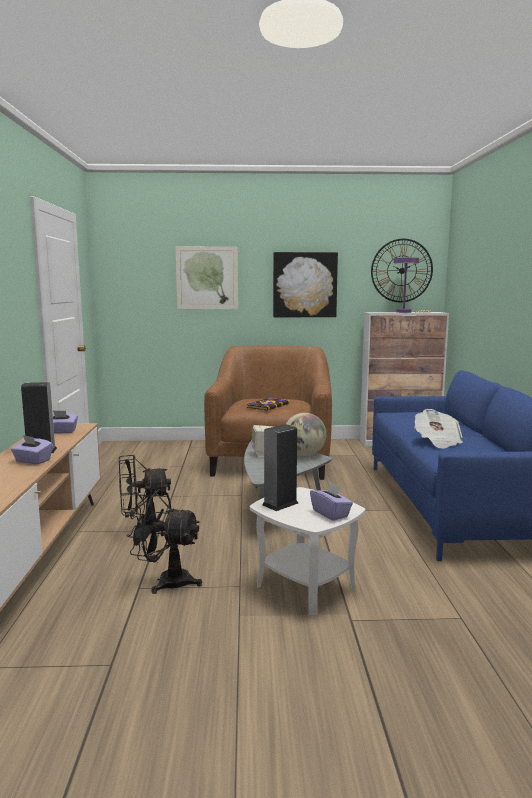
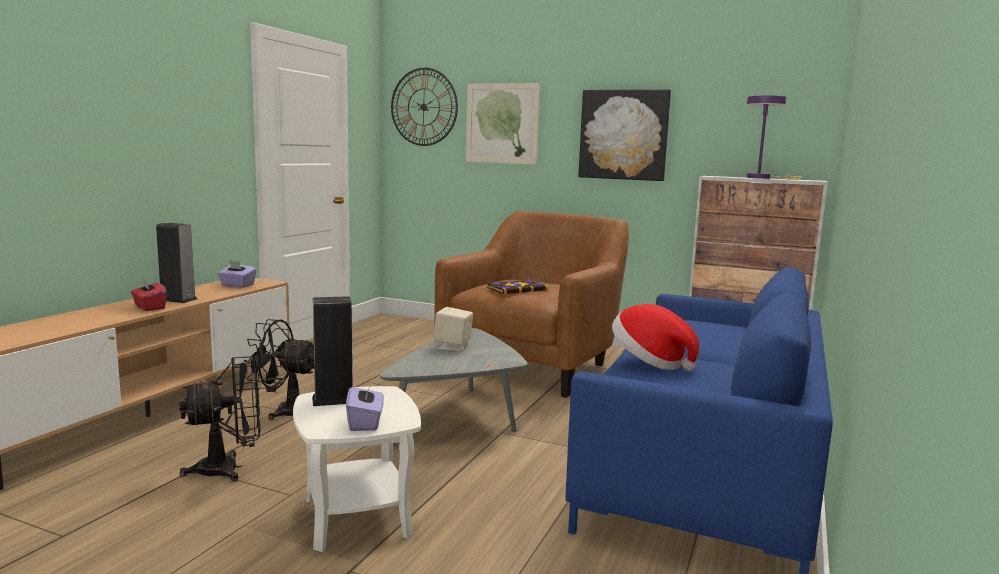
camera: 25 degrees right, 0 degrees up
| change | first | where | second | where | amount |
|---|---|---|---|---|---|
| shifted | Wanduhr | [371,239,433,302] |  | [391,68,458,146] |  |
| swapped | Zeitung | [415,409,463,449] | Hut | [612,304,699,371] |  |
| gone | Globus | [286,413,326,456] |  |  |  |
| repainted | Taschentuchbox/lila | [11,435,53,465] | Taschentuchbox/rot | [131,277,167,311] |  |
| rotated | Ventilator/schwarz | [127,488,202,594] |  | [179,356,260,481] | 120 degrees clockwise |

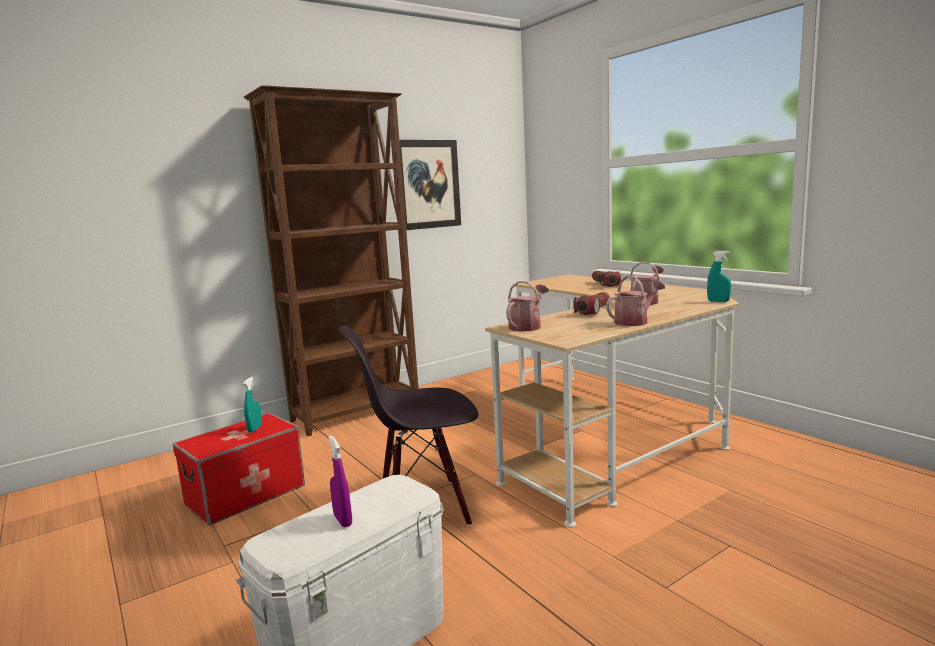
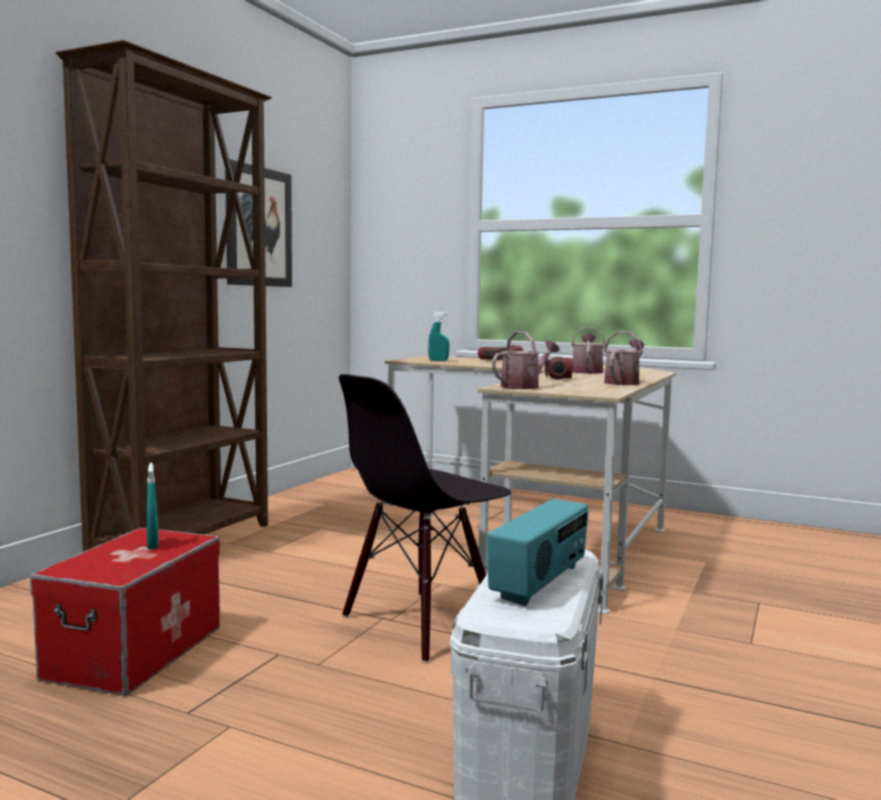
camera: 30 degrees left, 5 degrees down
| change | first | where | second | where | amount |
|---|---|---|---|---|---|
| shifted | Sprühflasche/türkis | [707,251,731,302] |  | [428,312,449,361] |  |
| rotated | Gießkanne | [506,281,548,332] |  | [492,331,560,389] | 45 degrees clockwise |
| swapped | Sprühflasche/lila | [328,435,352,527] | Radio | [487,499,589,606] |  |

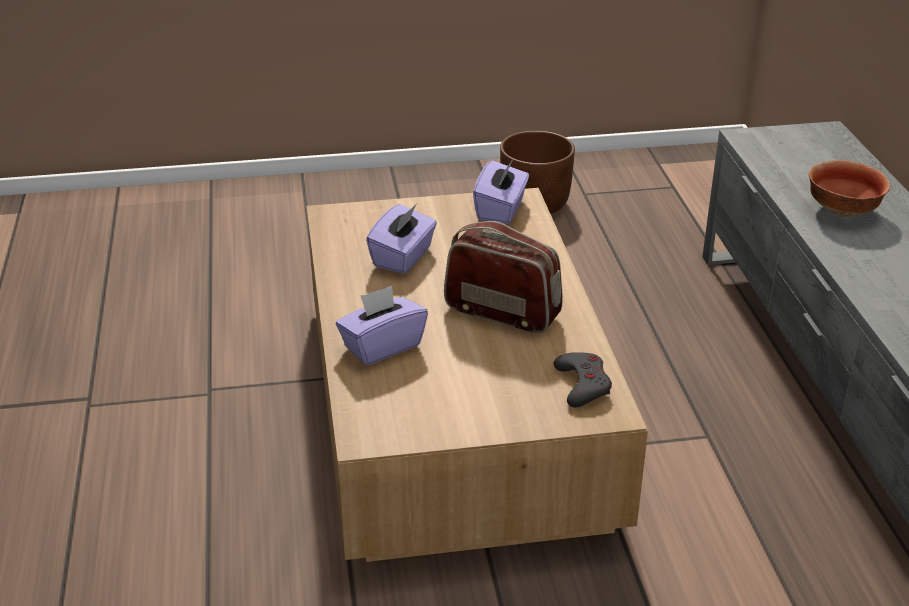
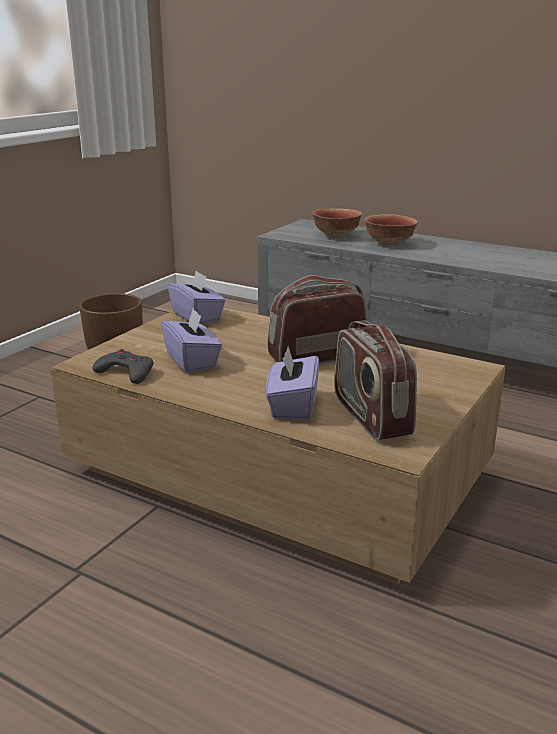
camera: 50 degrees left, 10 degrees down
| change | first | where | second | where | amount |
|---|---|---|---|---|---|
| shifted | Gamepad/grau | [554,352,612,408] |  | [93,349,154,384] |  |
| new |  |  | Schüssel | [312,208,362,238] |  |
| new |  |  | Radio | [334,320,417,440] |  |

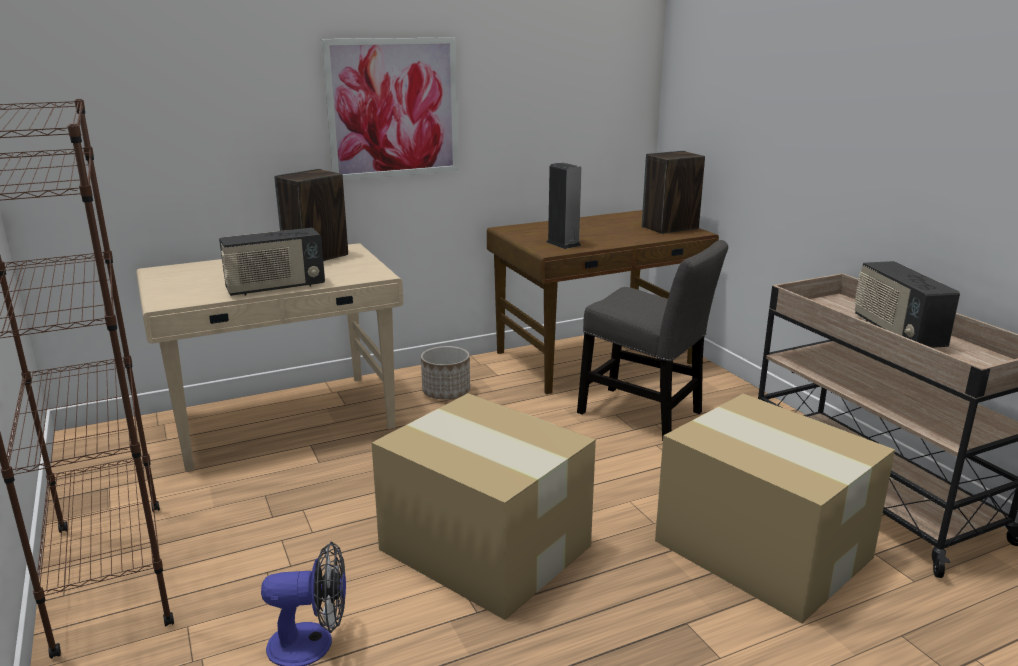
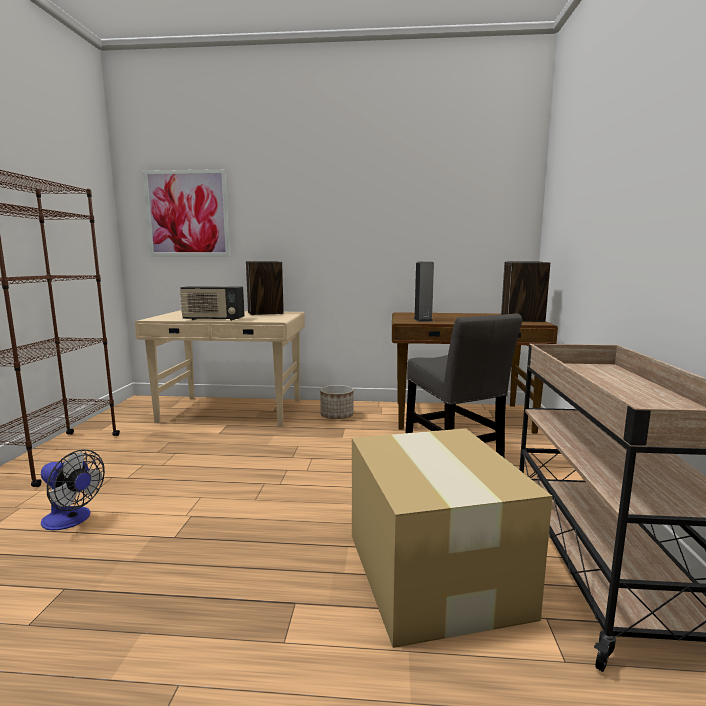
camera: 30 degrees right, 10 degrees down
| change | first | where | second | where | amount |
|---|---|---|---|---|---|
| shifted | Bild | [322,37,459,180] |  | [143,169,230,256] |  |
| gone | Radio | [854,261,960,348] |  |  |  |
| gone | Karton | [372,393,596,620] |  |  |  |

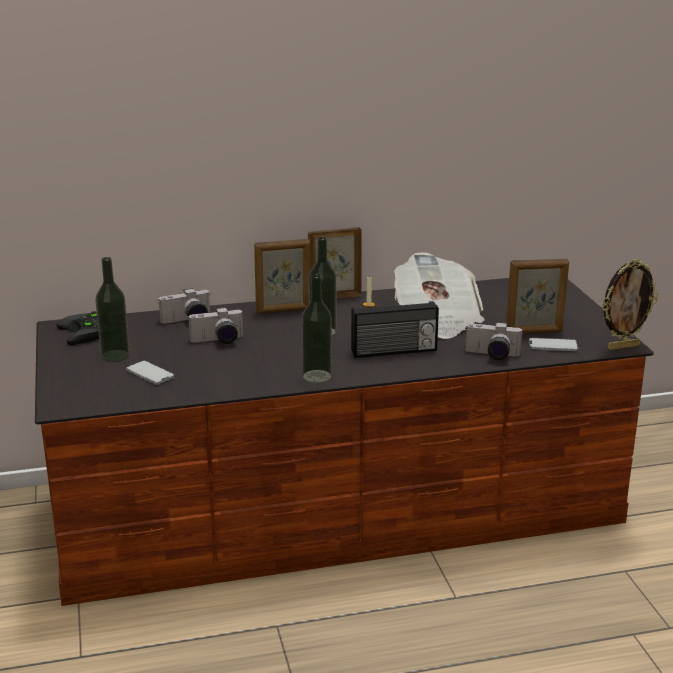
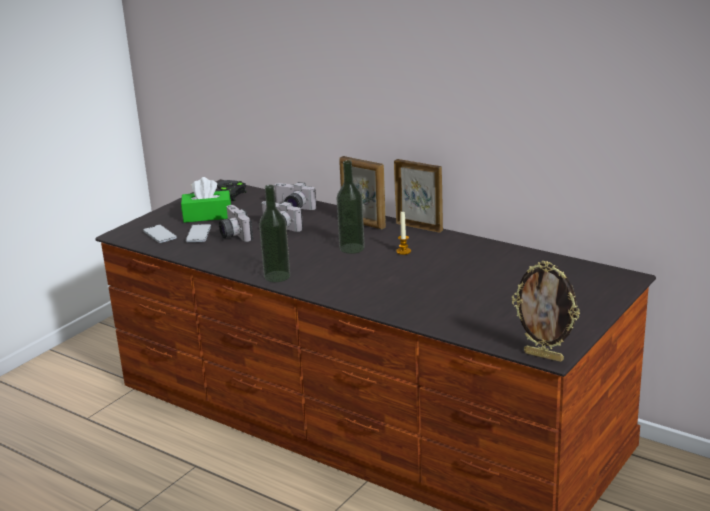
camera: 50 degrees right, 0 degrees up
| change | first | where | second | where | amount |
|---|---|---|---|---|---|
| gone | Zeitung | [394,252,484,339] |  |  |  |
| swapped | Flasche | [95,257,130,362] | Taschentuchbox/grün | [181,177,231,223] |  |
| gone | Bilderrahmen | [506,259,569,334] |  |  |  |
| gone | Radio | [351,301,439,358] |  |  |  |
| shifted | Kamera | [465,322,522,360] |  | [219,205,253,242] |  |
| shifted | Handy | [529,338,578,351] |  | [143,225,177,243] |  |

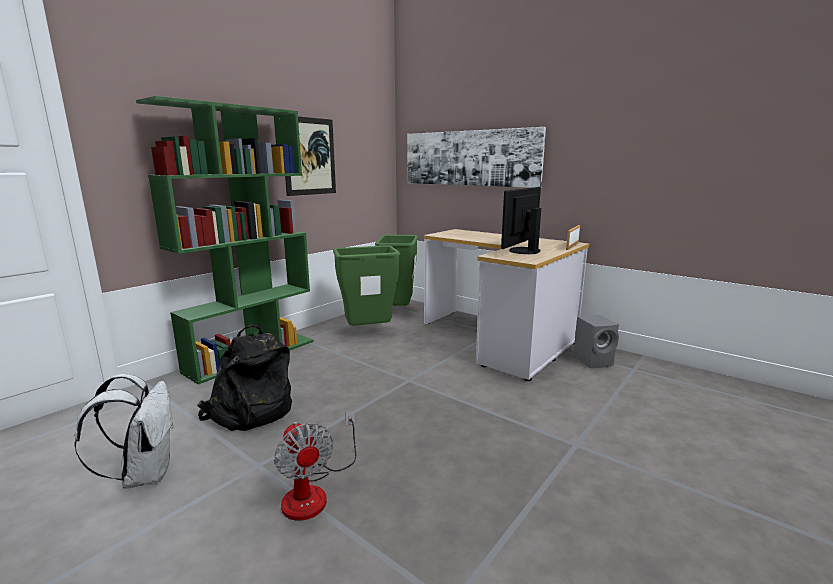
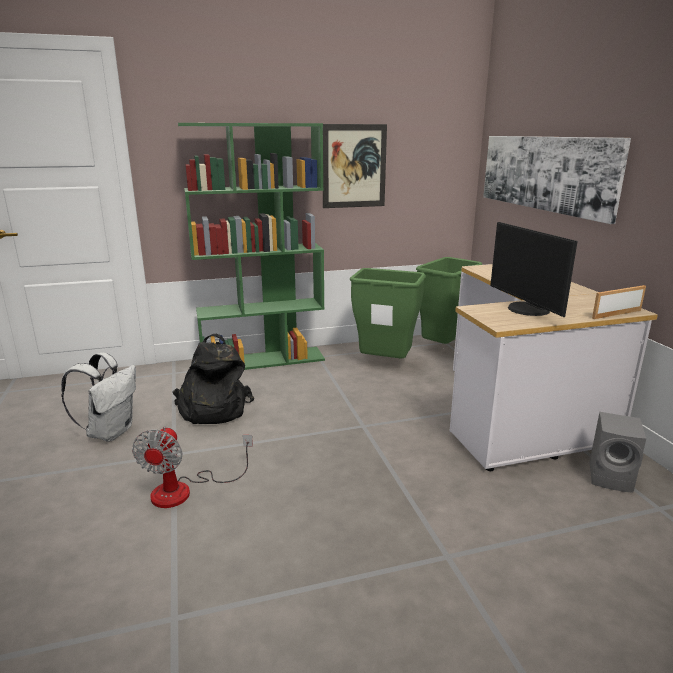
camera: 35 degrees right, 5 degrees up
| change | first | where | second | where | amount |
|---|---|---|---|---|---|
| rotated | Monitor | [501,187,541,254] |  | [490,222,577,317] | 90 degrees counterclockwise |

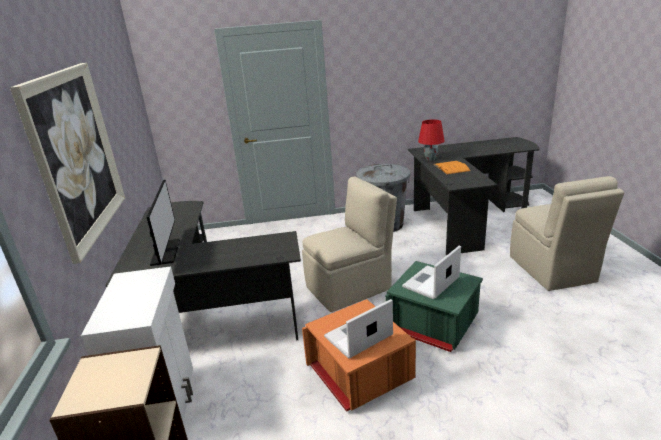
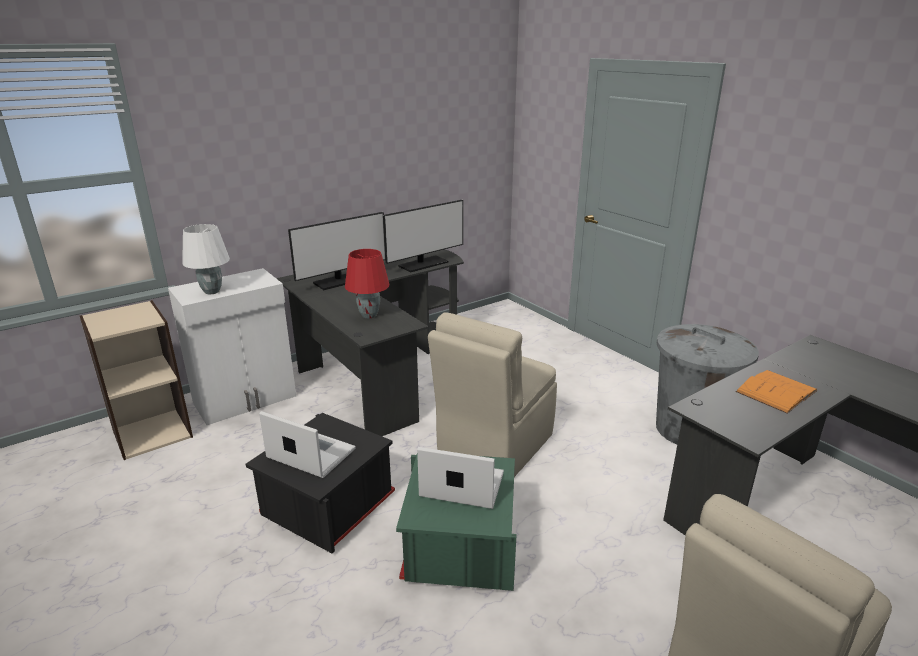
camera: 60 degrees right, 0 degrees up
| change | first | where | second | where | amount |
|---|---|---|---|---|---|
| gone | Bild | [10,63,125,264] |  |  |  |
| shifted | Tischlampe/rot | [418,119,445,161] |  | [345,249,390,318] |  |
| rotated | Stuhl/beige | [302,177,397,312] |  | [428,313,557,477] | 90 degrees clockwise |
| repainted | Aufbewahrungsbox/orange | [302,299,416,412] | Aufbewahrungsbox/schwarz | [246,413,395,553] |  |
| new |  |  | Monitor | [383,200,463,272] |  |
| new |  |  | Tischlampe/weiß | [182,224,230,294] |  |

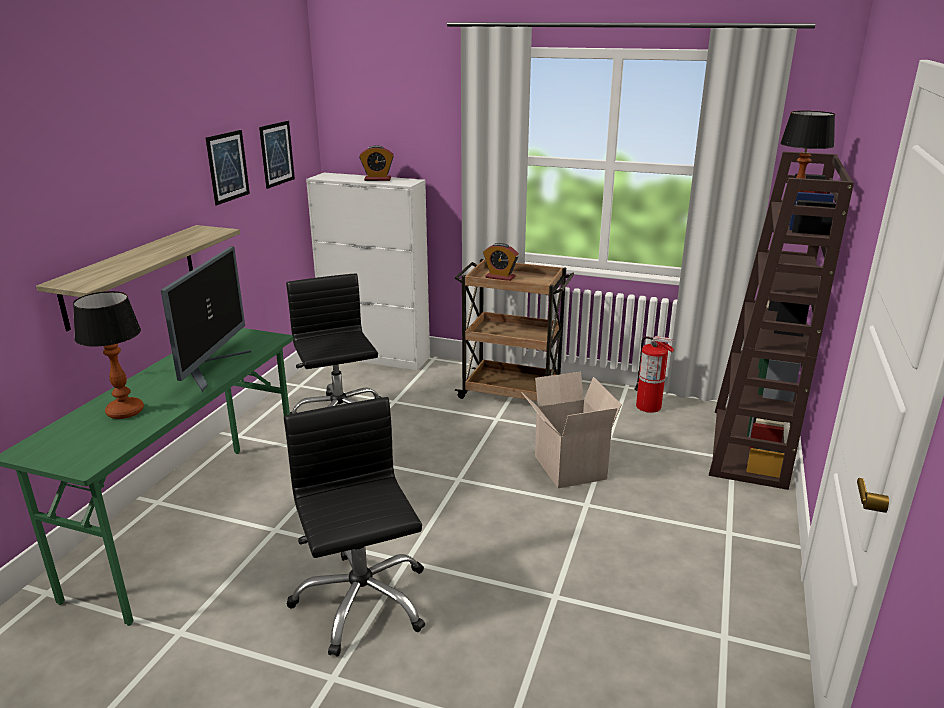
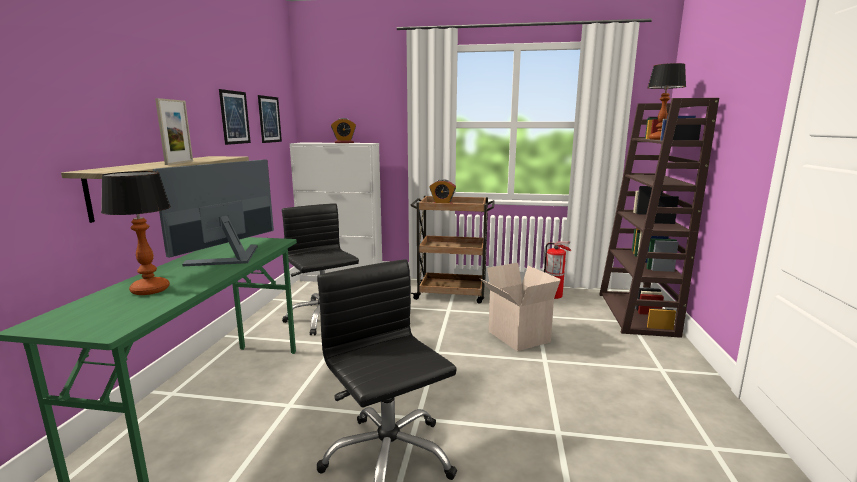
camera: 10 degrees left, 10 degrees down
| change | first | where | second | where | amount |
|---|---|---|---|---|---|
| rotated | Monitor | [161,246,251,392] |  | [153,159,274,266] | 150 degrees counterclockwise |
| new |  |  | Bilderrahmen | [155,98,193,165] |  |

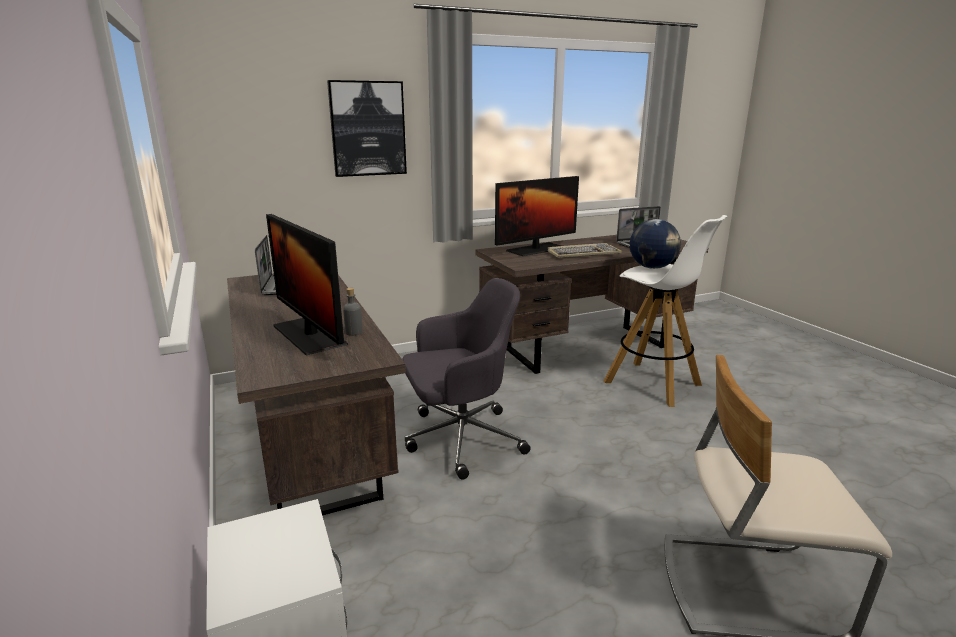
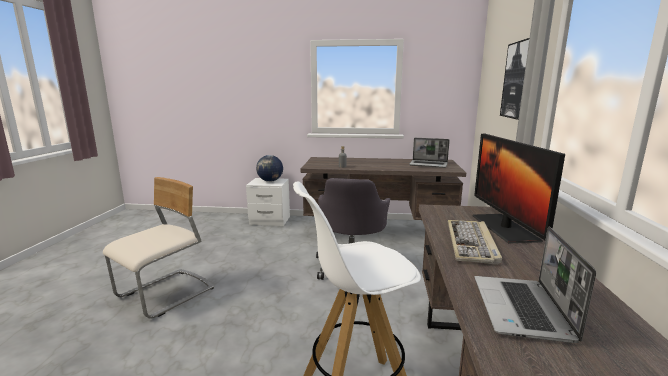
camera: 120 degrees right, 5 degrees down
| change | first | where | second | where | amount |
|---|---|---|---|---|---|
| gone | Monitor | [266,214,348,355] |  |  |  |
| shifted | Globus | [630,219,681,269] |  | [256,155,283,182] |  |

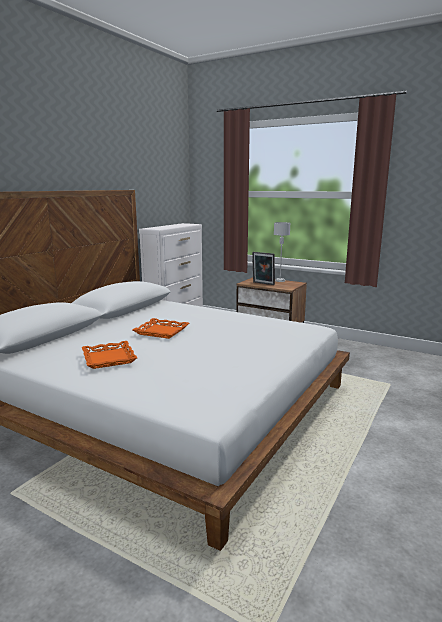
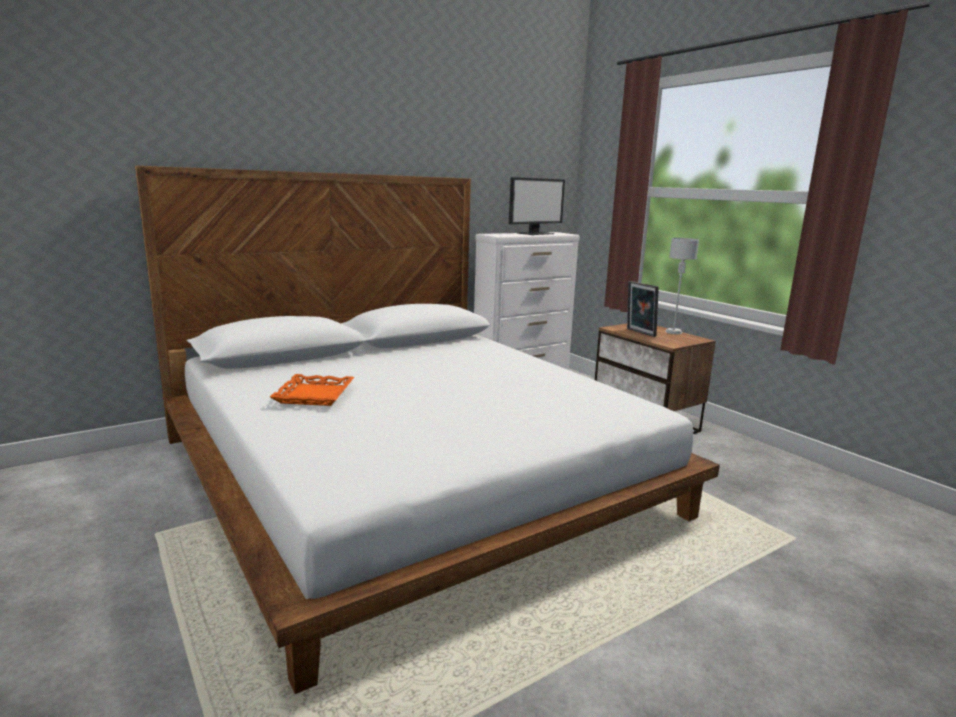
camera: 25 degrees right, 0 degrees up
| change | first | where | second | where | amount |
|---|---|---|---|---|---|
| gone | Tablett/orange | [132,318,189,339] |  |  |  |
| new |  |  | Monitor | [509,177,565,235] |  |

